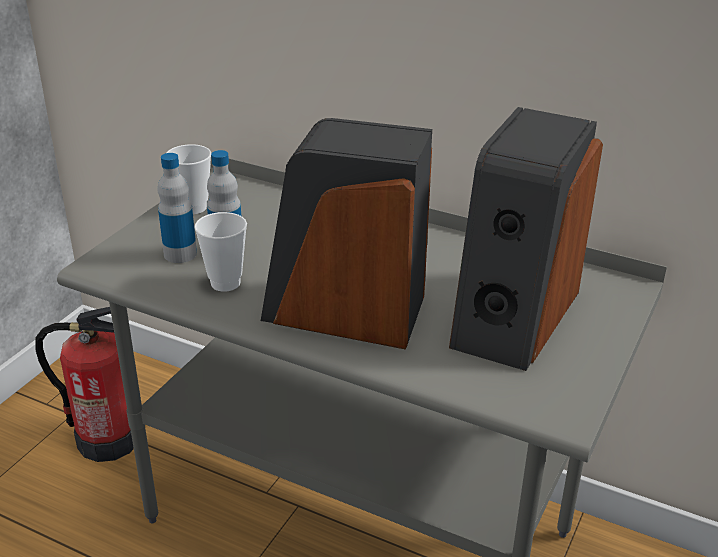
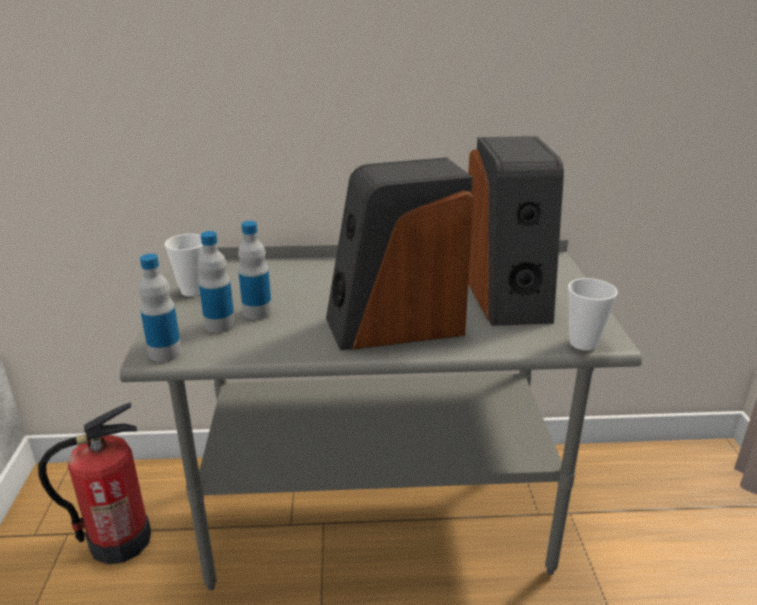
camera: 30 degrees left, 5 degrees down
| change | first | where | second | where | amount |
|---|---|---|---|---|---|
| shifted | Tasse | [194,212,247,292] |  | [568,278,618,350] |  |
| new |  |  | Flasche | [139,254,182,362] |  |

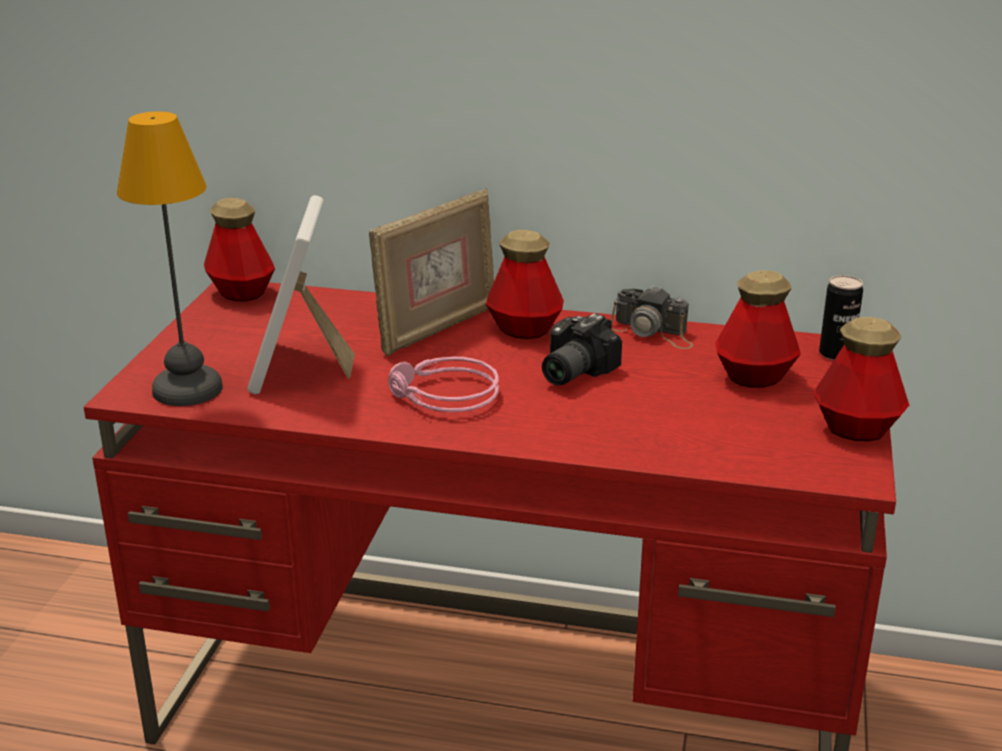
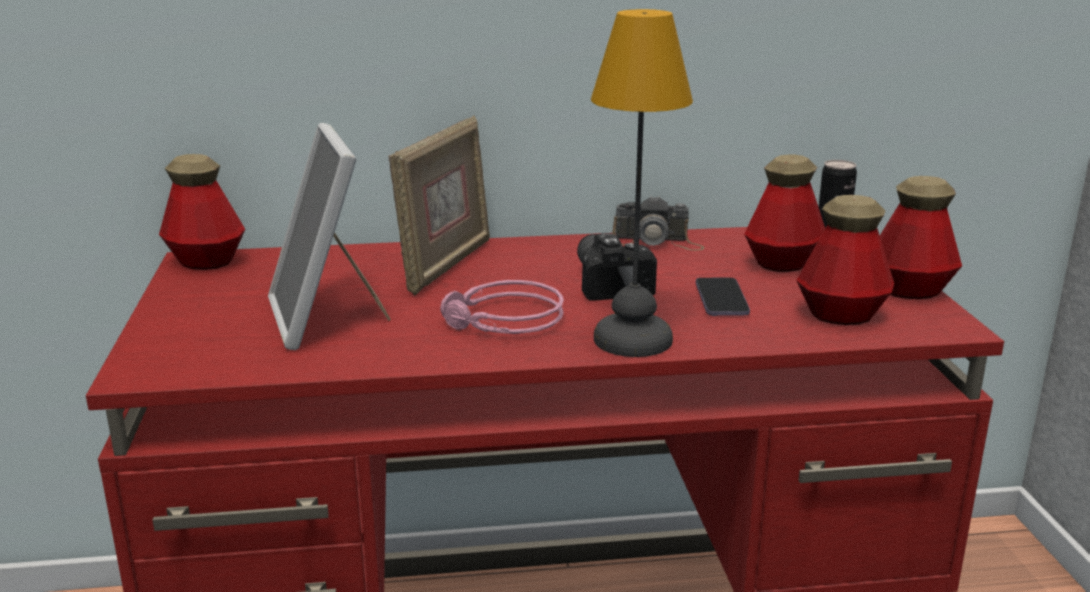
camera: 20 degrees left, 5 degrees down
| change | first | where | second | where | amount |
|---|---|---|---|---|---|
| shifted | Tischlampe | [117,111,223,406] |  | [591,9,693,357] |  |
| shifted | Flasche | [486,230,564,339] |  | [796,195,894,325] |  |
| rotated | Kamera | [542,313,622,386] |  | [577,233,657,301] | 150 degrees clockwise |
| new |  |  | Handy | [696,278,750,316] |  |

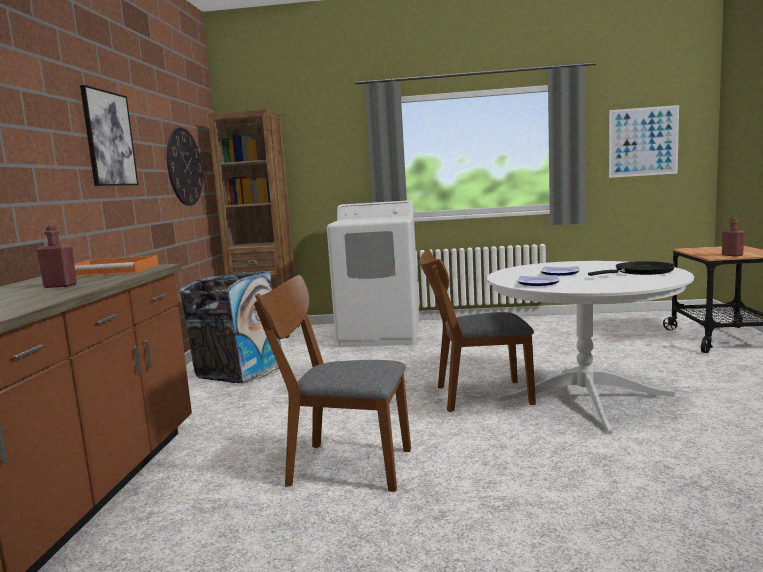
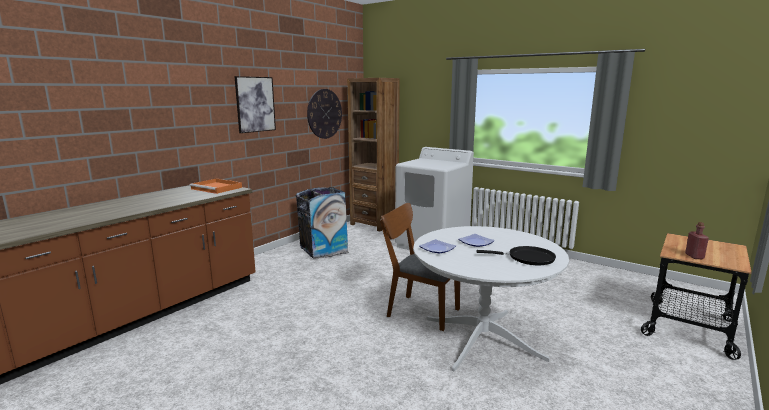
camera: 30 degrees right, 5 degrees up
| change | first | where | second | where | amount |
|---|---|---|---|---|---|
| gone | Bild | [609,105,679,178] |  |  |  |
| gone | Flasche/rot | [36,225,77,288] |  |  |  |
| gone | Stuhl/braun | [254,275,411,492] |  |  |  |

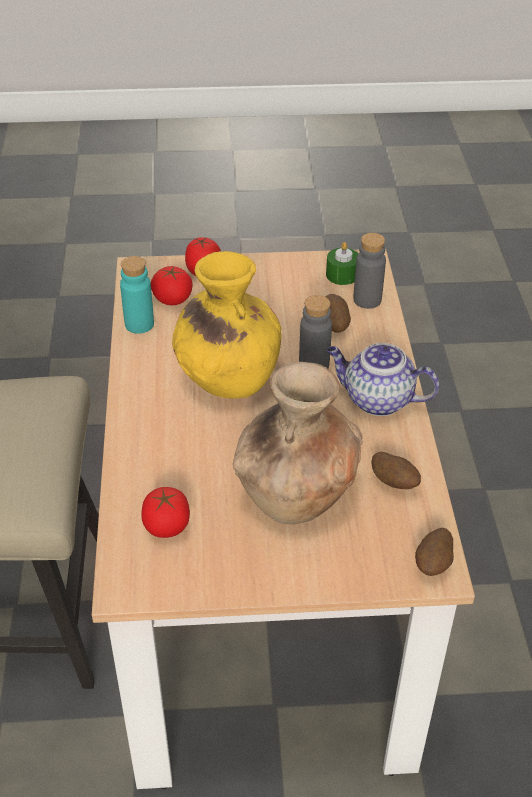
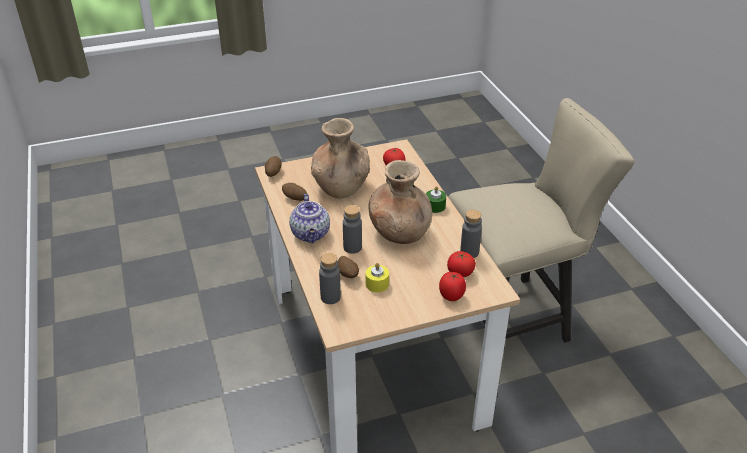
camera: 165 degrees right, 5 degrees down
| change | first | where | second | where | amount |
|---|---|---|---|---|---|
| shifted | Kerze/grün | [326,242,358,285] |  | [426,186,446,213] |  |
| repainted | Vase/gelb | [172,251,281,398] | Vase/braun | [369,160,432,244] |  |
| repainted | Flasche/türkis | [120,256,154,334] | Flasche/grau | [460,210,482,258] |  |
| rotated | Teekanne | [327,343,439,416] |  | [289,194,330,243] | 75 degrees clockwise |
| new |  |  | Kerze/gelb | [366,263,389,292] |  |

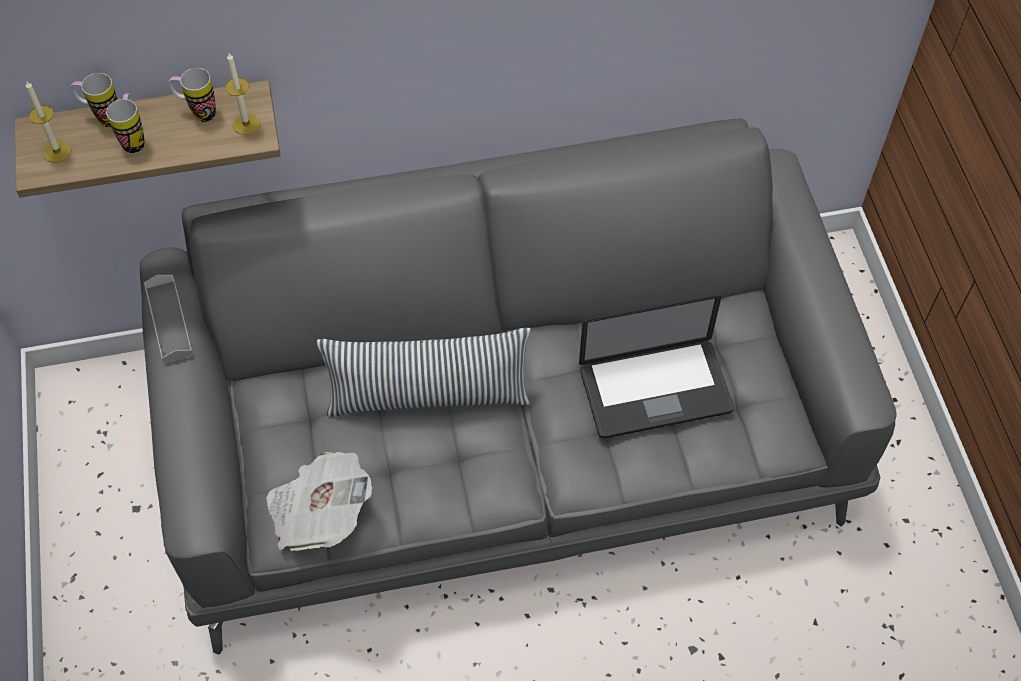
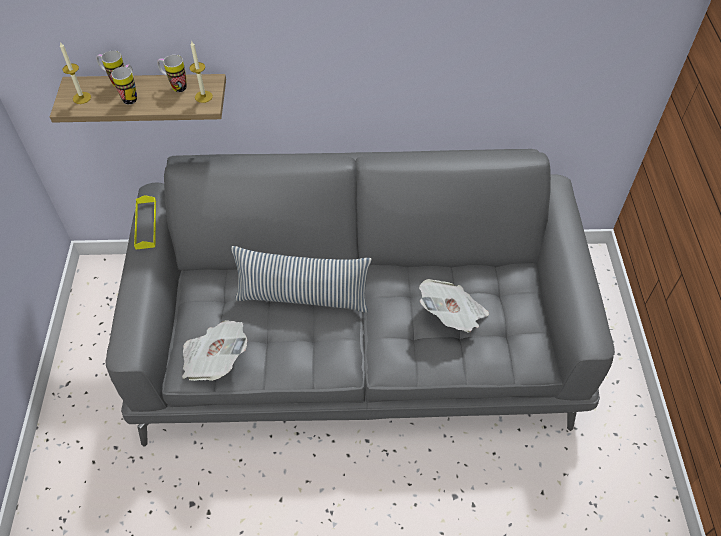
camera: 10 degrees right, 5 degrees down
| change | first | where | second | where | amount |
|---|---|---|---|---|---|
| repainted | Tablett/grau | [144,275,194,364] | Tablett/gelb | [134,195,156,250] |  |
| swapped | Laptop | [579,295,734,438] | Zeitung | [419,279,489,332] |  |

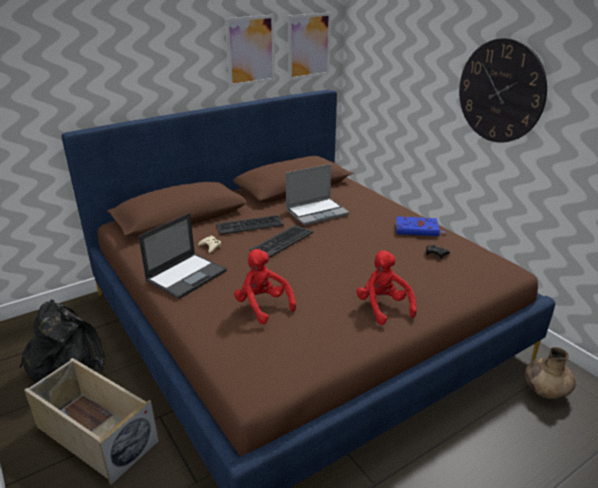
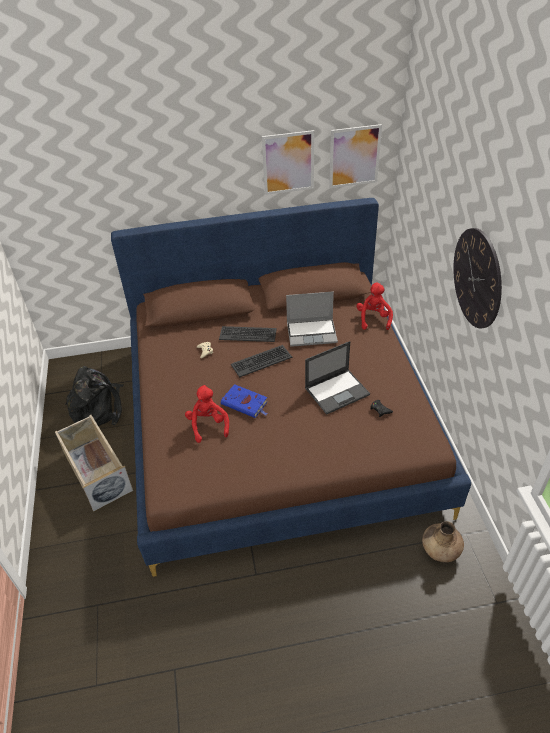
camera: 25 degrees right, 15 degrees up
| change | first | where | second | where | amount |
|---|---|---|---|---|---|
| shifted | Laptop | [138,213,227,299] |  | [305,341,370,415] |  |
| shifted | Buch/blau | [396,216,446,236] |  | [221,384,268,418] |  |
| shifted | Plüschtier/rot | [356,250,417,325] |  | [356,283,393,330] |  |

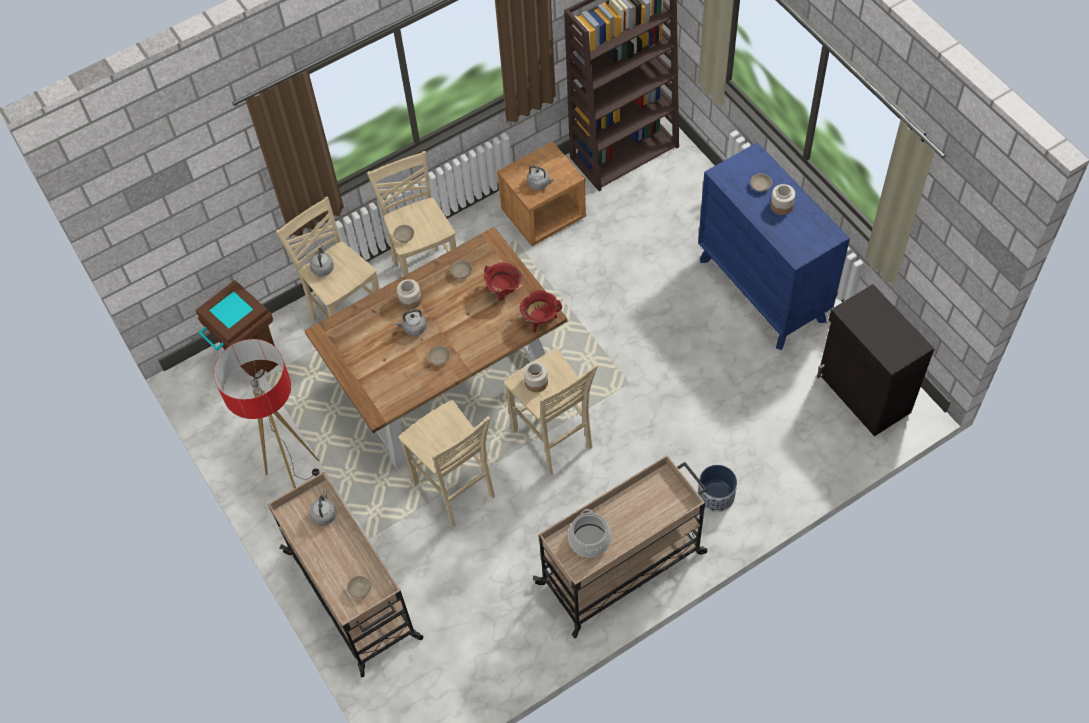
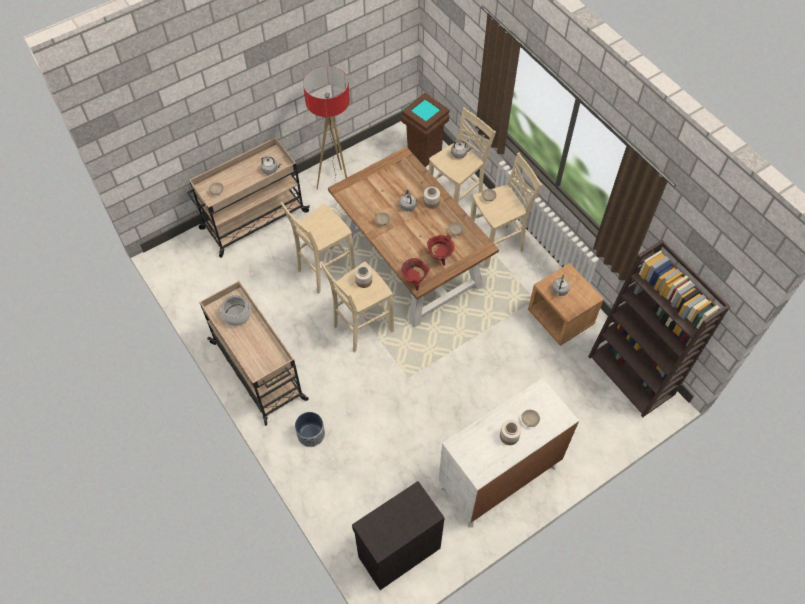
camera: 85 degrees right, 0 degrees up
| change | first | where | second | where | amount |
|---|---|---|---|---|---|
| repainted | Kommode/blau | [698,142,850,350] | Kommode/weiß | [439,378,579,528] |  |

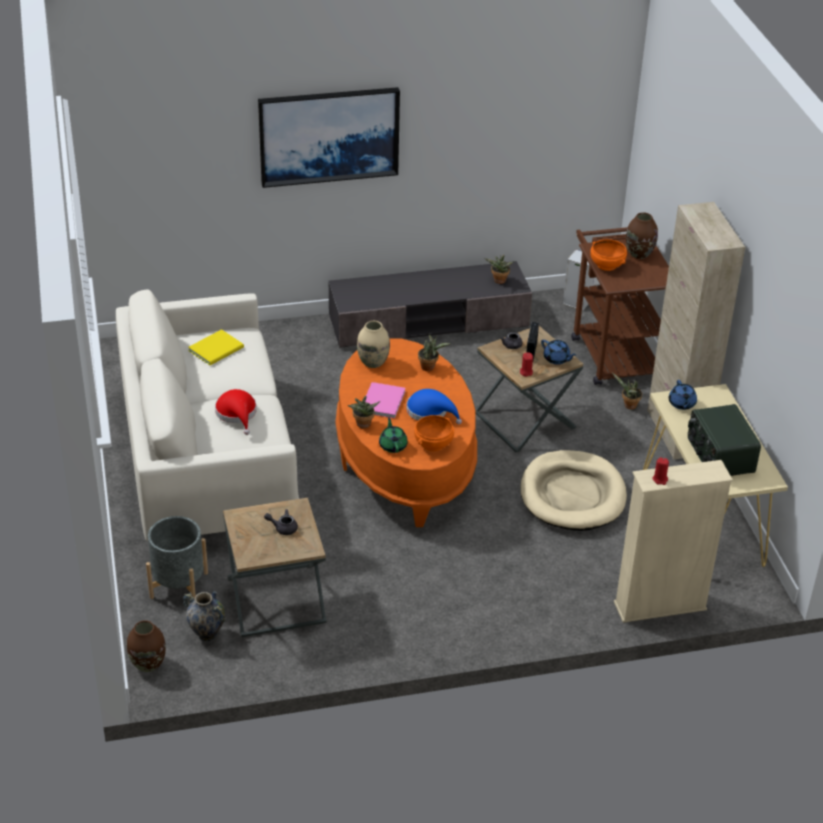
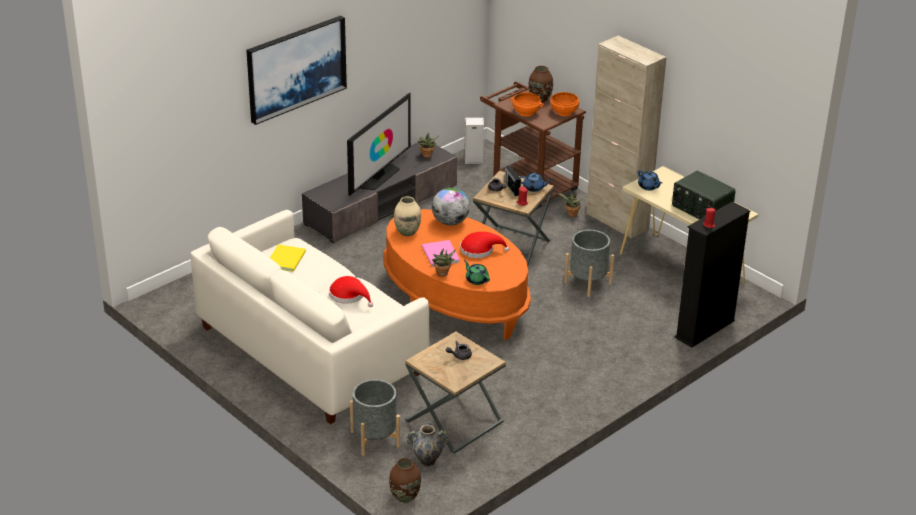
camera: 30 degrees left, 5 degrees down
| change | first | where | second | where | amount |
|---|---|---|---|---|---|
| swapped | Topfpflanze | [418,333,451,371] | Globus | [432,188,470,226] |  |
| repainted | Hut/blau | [406,389,462,424] | Hut/rot | [460,232,509,258] |  |
| shifted | Schüssel/orange | [414,415,454,451] |  | [551,92,579,116] |  |
| swapped | Hundebett/beige | [521,450,627,531] | Pflanzkübel/grau | [564,230,614,297] |  |
| repainted | Bücherregal/beige | [614,460,733,623] | Bücherregal/schwarz | [675,202,750,348] |  |
| new |  |  | Fernseher | [347,92,411,196] |  |

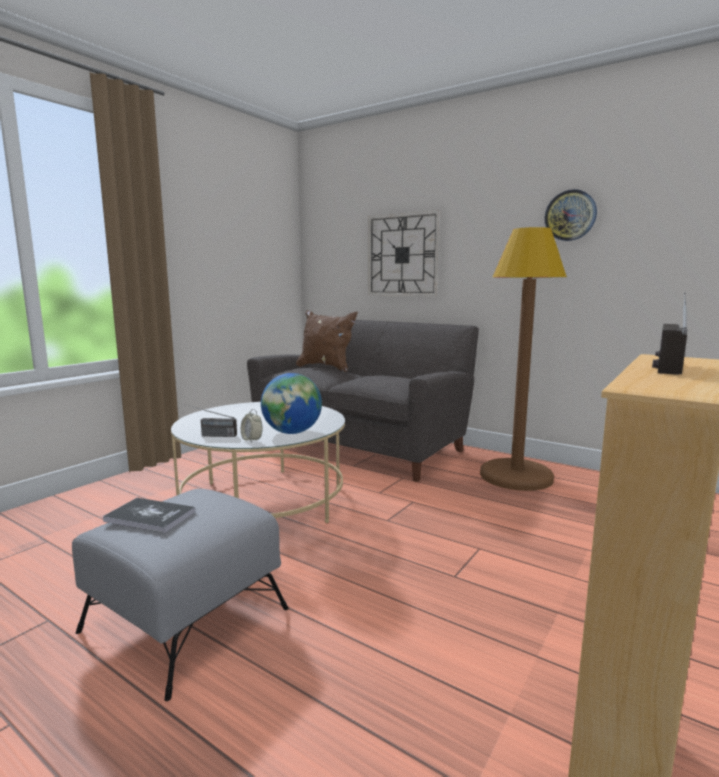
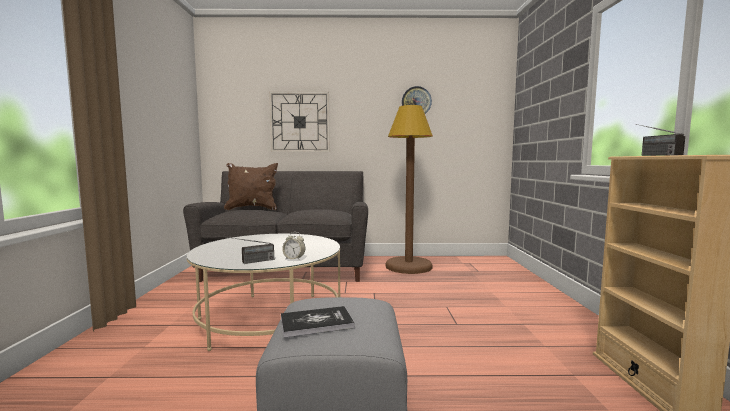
camera: 35 degrees left, 5 degrees down
| change | first | where | second | where | amount |
|---|---|---|---|---|---|
| gone | Globus | [261,373,322,434] |  |  |  |

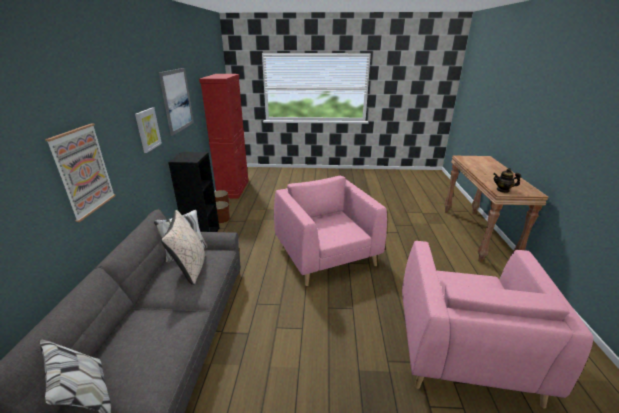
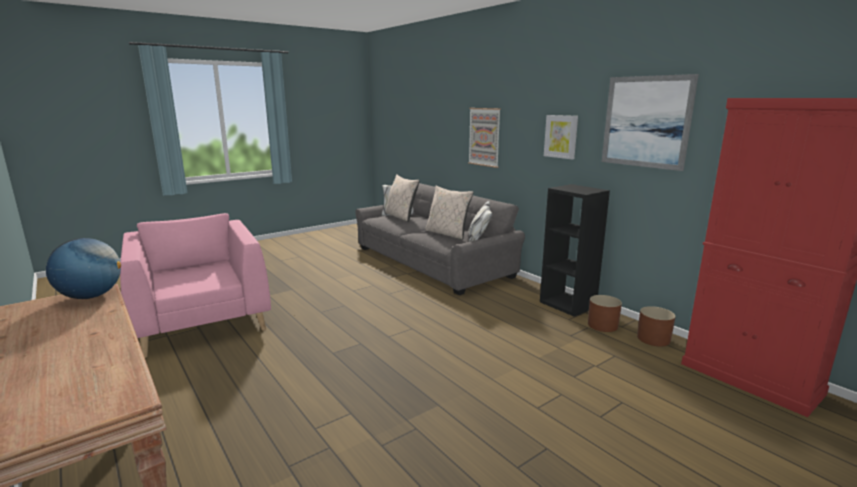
camera: 140 degrees right, 10 degrees down
| change | first | where | second | where | amount |
|---|---|---|---|---|---|
| swapped | Teekanne | [494,168,521,193] | Globus | [46,238,121,299] |  |
| gone | Sessel/rosa | [274,176,387,286] |  |  |  |
| new |  |  | Kissen/beige | [385,174,419,222] |  |

